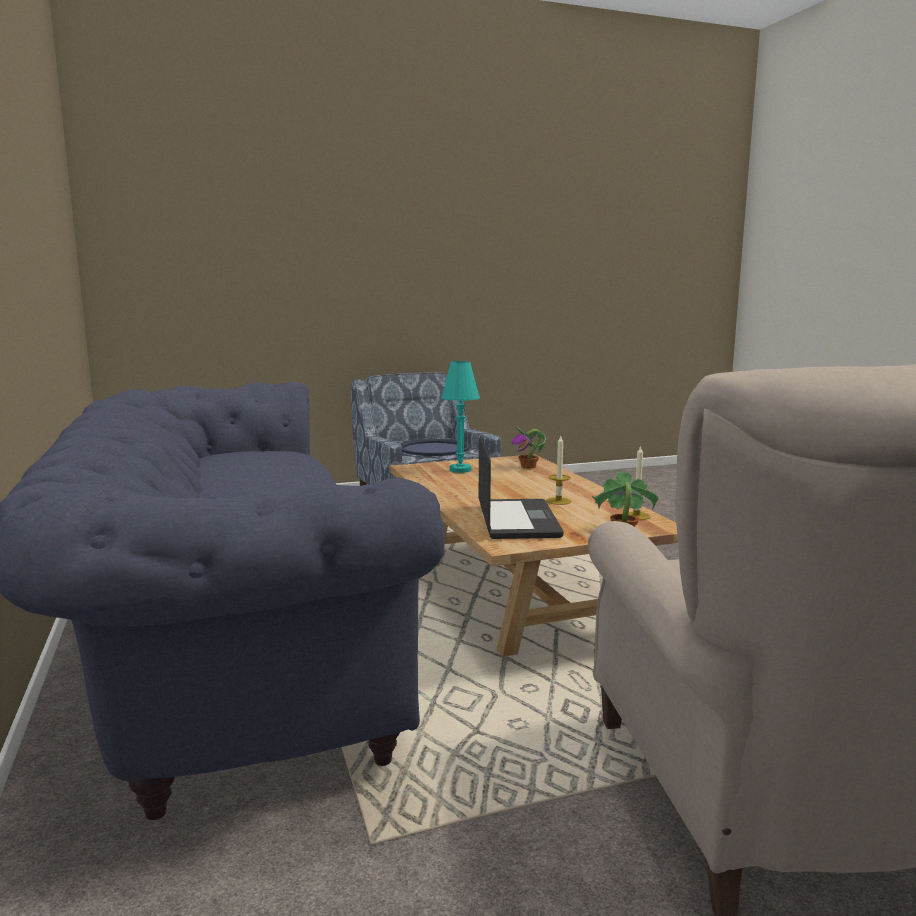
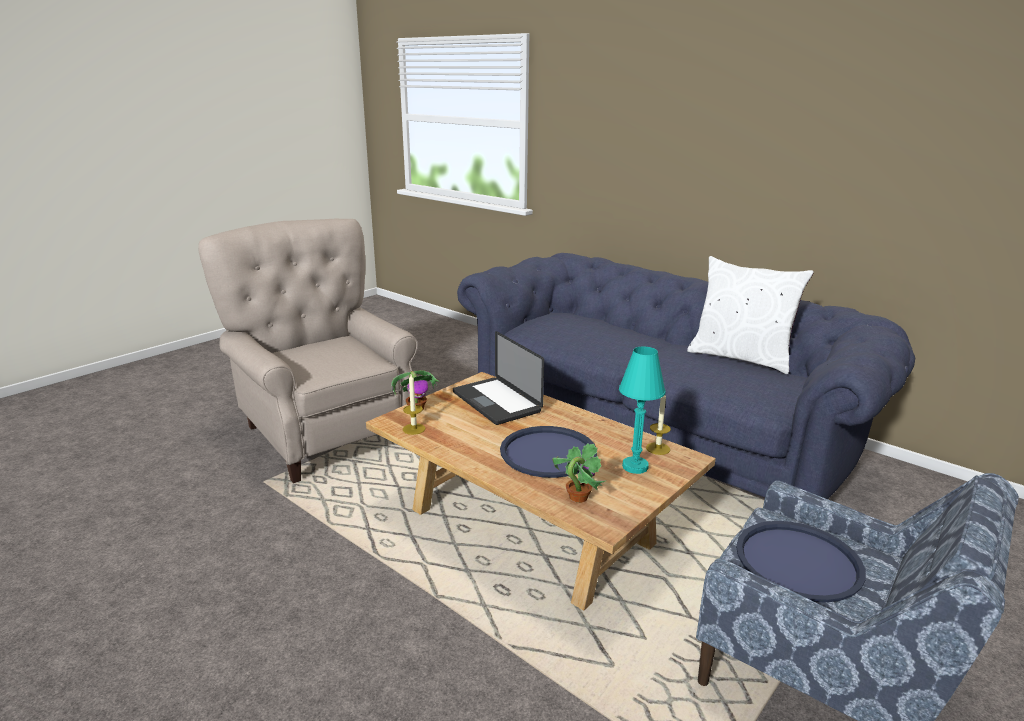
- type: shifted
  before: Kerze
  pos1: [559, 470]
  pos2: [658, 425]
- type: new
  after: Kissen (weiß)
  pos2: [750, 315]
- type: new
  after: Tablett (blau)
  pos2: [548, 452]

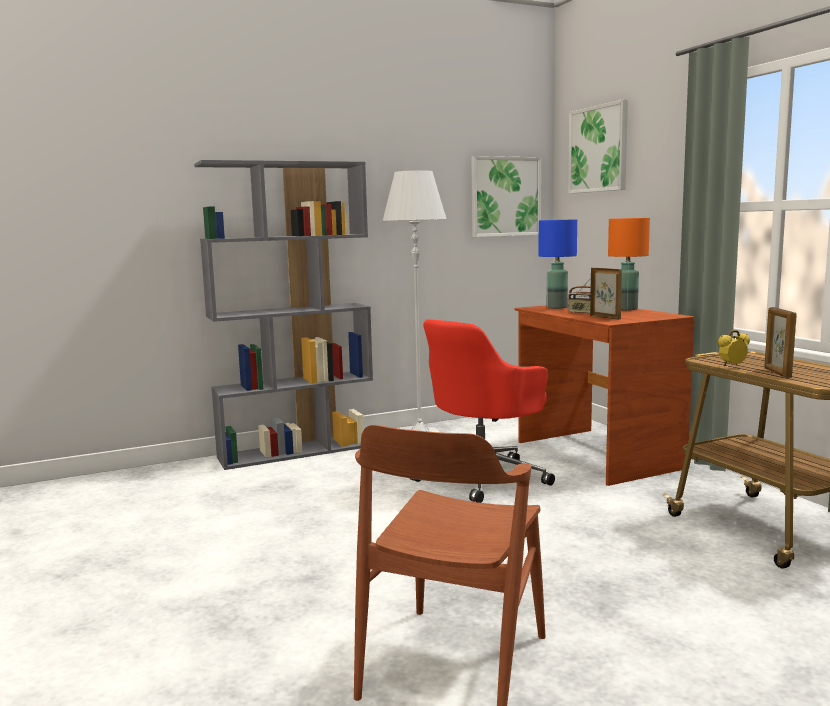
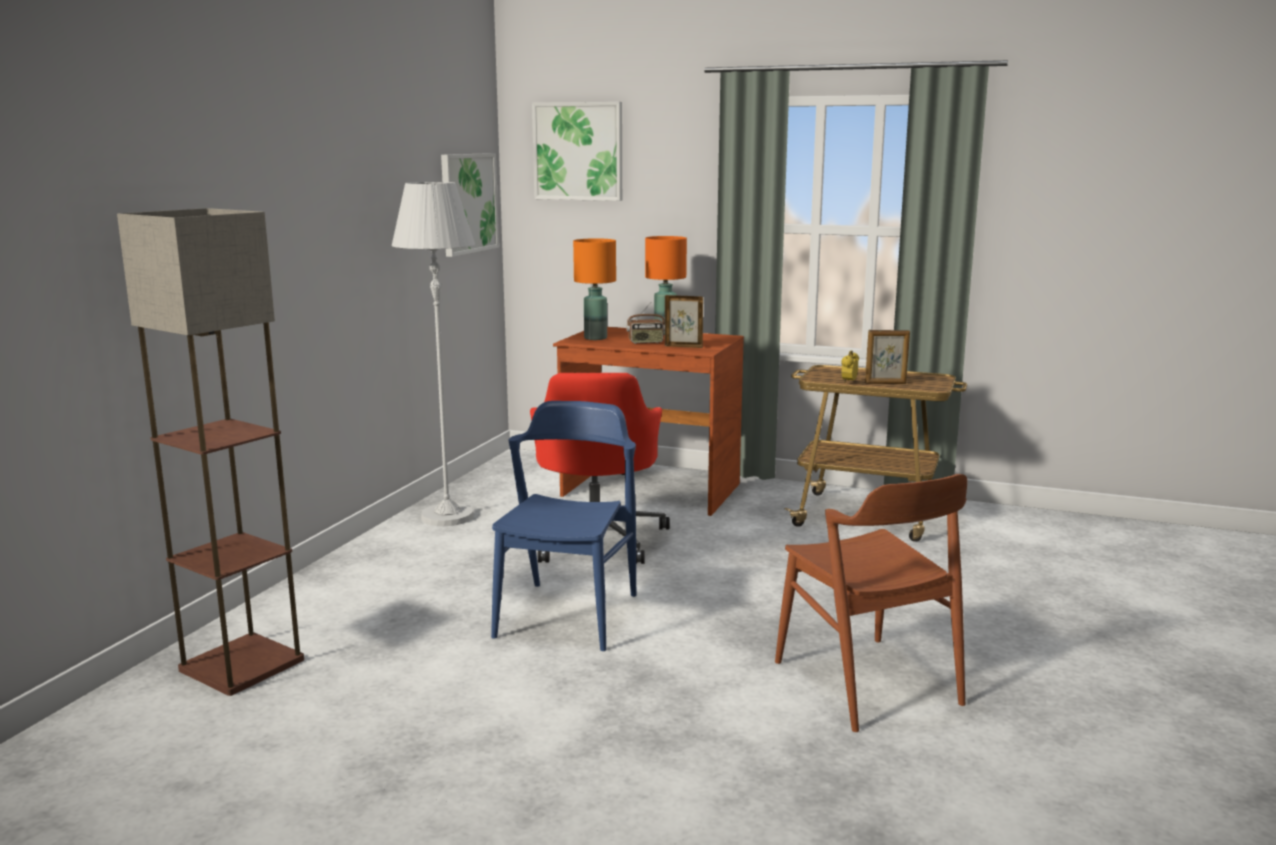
- type: gone
  before: Bücherregal (grau)
  pos1: [283, 315]
- type: repainted
  before: Tischlampe (blau)
  after: Tischlampe (orange)
  pos1: [557, 264]
  pos2: [594, 289]
- type: rotated
  before: Bilderrahmen
  pos1: [780, 342]
  pos2: [887, 357]
  turn: -45
- type: new
  after: Stehlampe
  pos2: [210, 452]
- type: new
  after: Stuhl (blau)
  pos2: [563, 526]

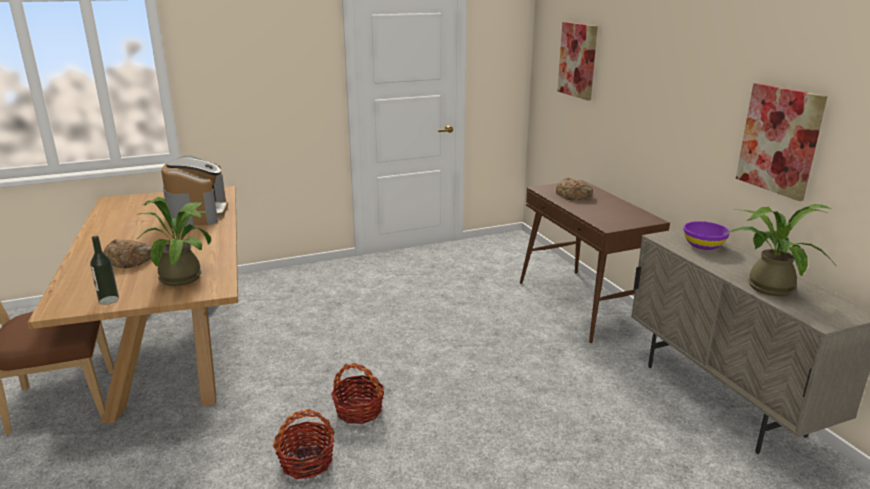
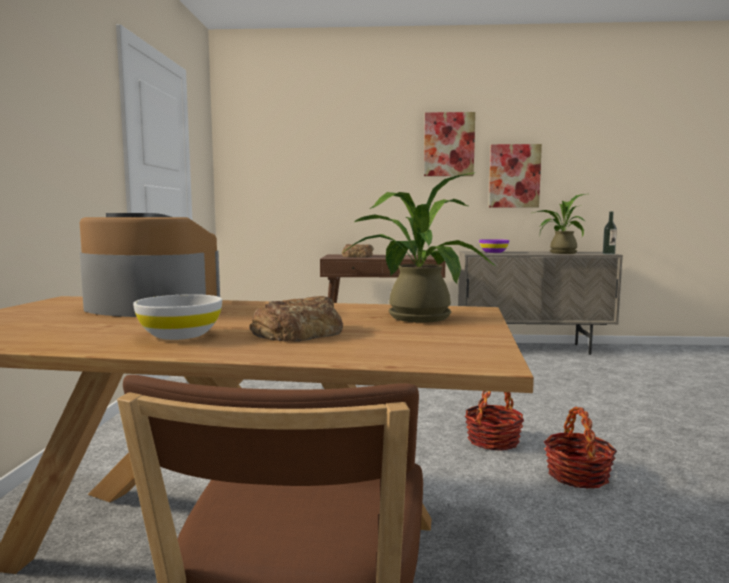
- type: shifted
  before: Bild
  pos1: [577, 61]
  pos2: [449, 144]
- type: shifted
  before: Flasche
  pos1: [104, 270]
  pos2: [610, 233]
- type: new
  after: Schüssel (weiß)
  pos2: [177, 317]

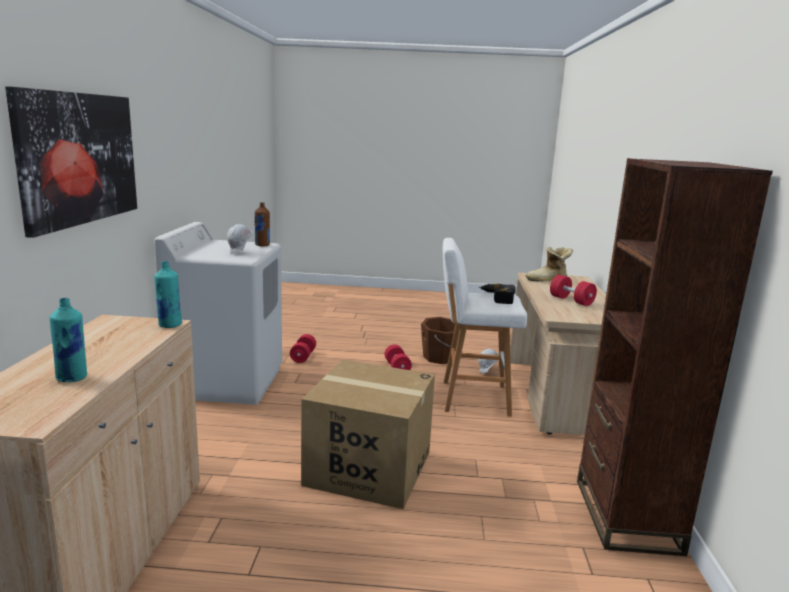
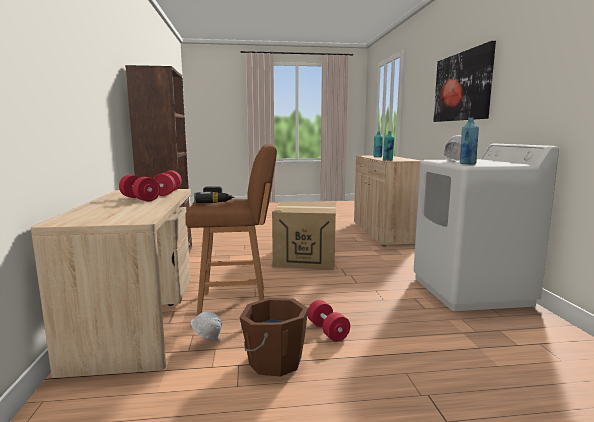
- type: repainted
  before: Flasche (braun)
  after: Flasche (blau)
  pos1: [262, 224]
  pos2: [469, 140]
- type: repainted
  before: Hocker (weiß)
  after: Hocker (braun)
  pos1: [485, 327]
  pos2: [231, 230]
- type: gone
  before: Stiefel
  pos1: [549, 264]
- type: shifted
  before: Hantel (rot)
  pos1: [303, 348]
  pos2: [167, 183]

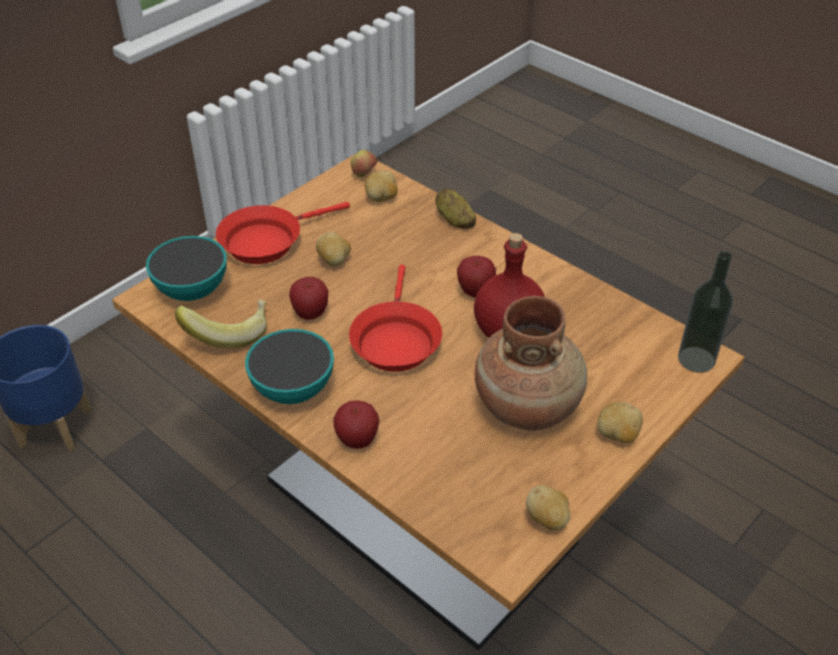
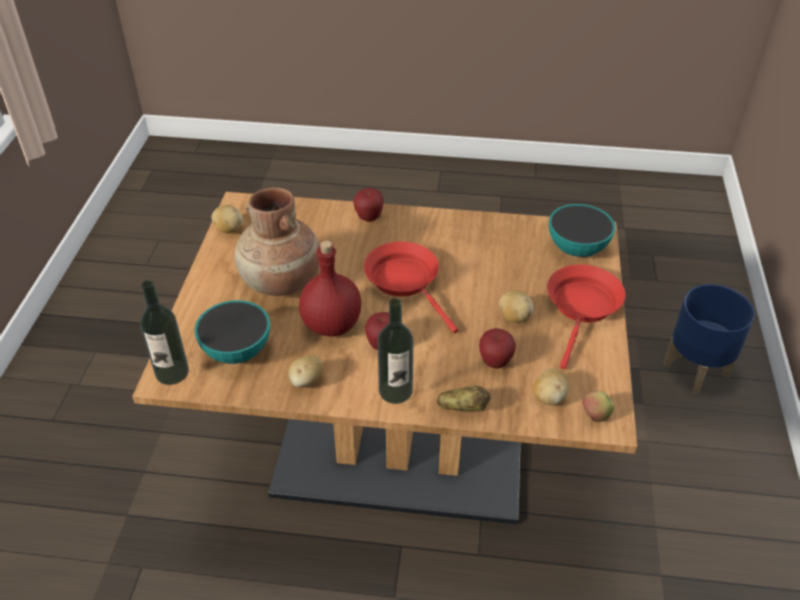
- type: shifted
  before: Apfel
  pos1: [308, 298]
  pos2: [497, 348]
- type: gone
  before: Banane
  pos1: [221, 324]
- type: shifted
  before: Schüssel
  pos1: [289, 366]
  pos2: [232, 332]
- type: shifted
  before: Kartoffel
  pos1: [620, 422]
  pos2: [305, 371]
- type: new
  after: Flasche
  pos2: [395, 351]

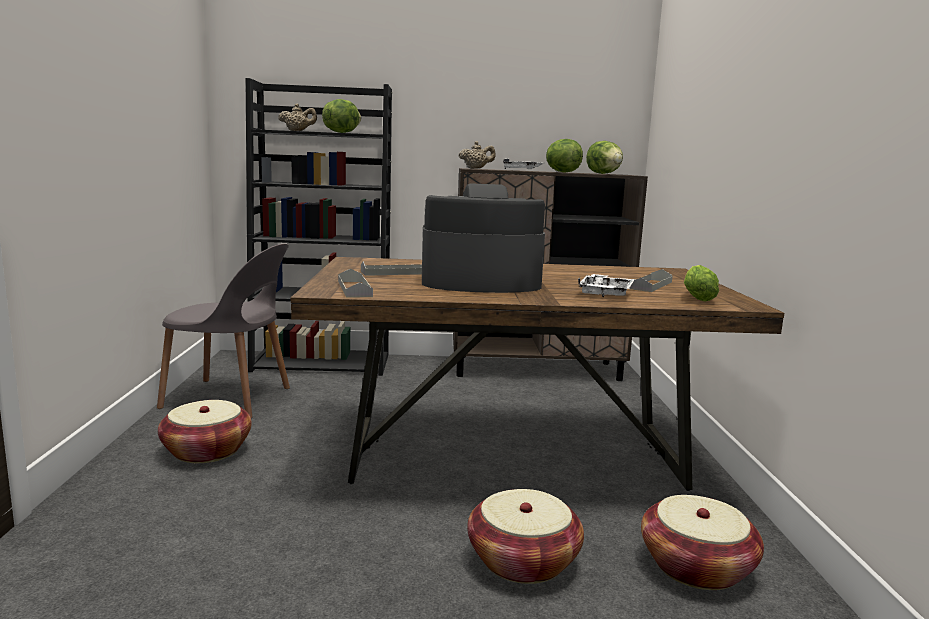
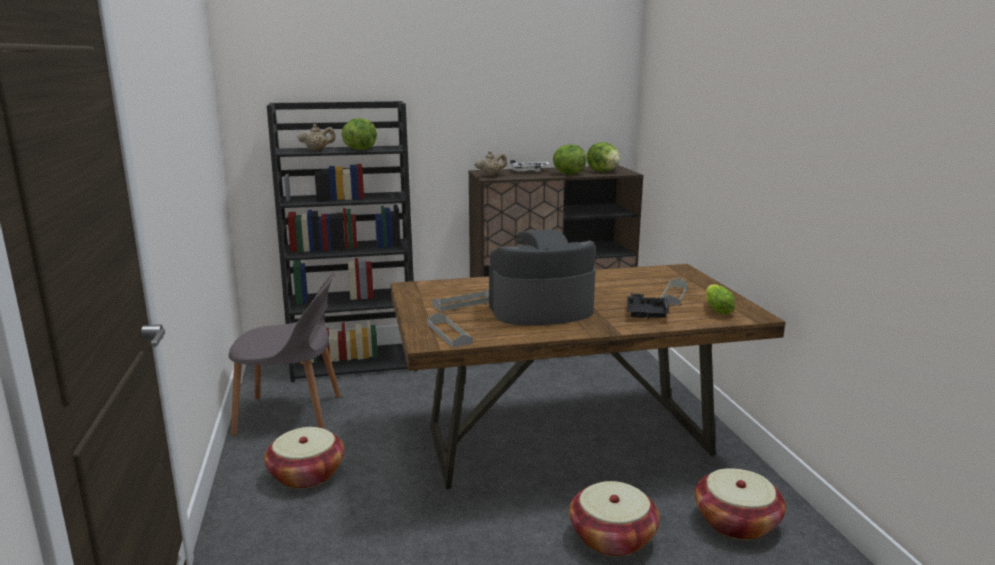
- type: repainted
  before: Tablett (weiß)
  after: Tablett (schwarz)
  pos1: [606, 285]
  pos2: [648, 306]

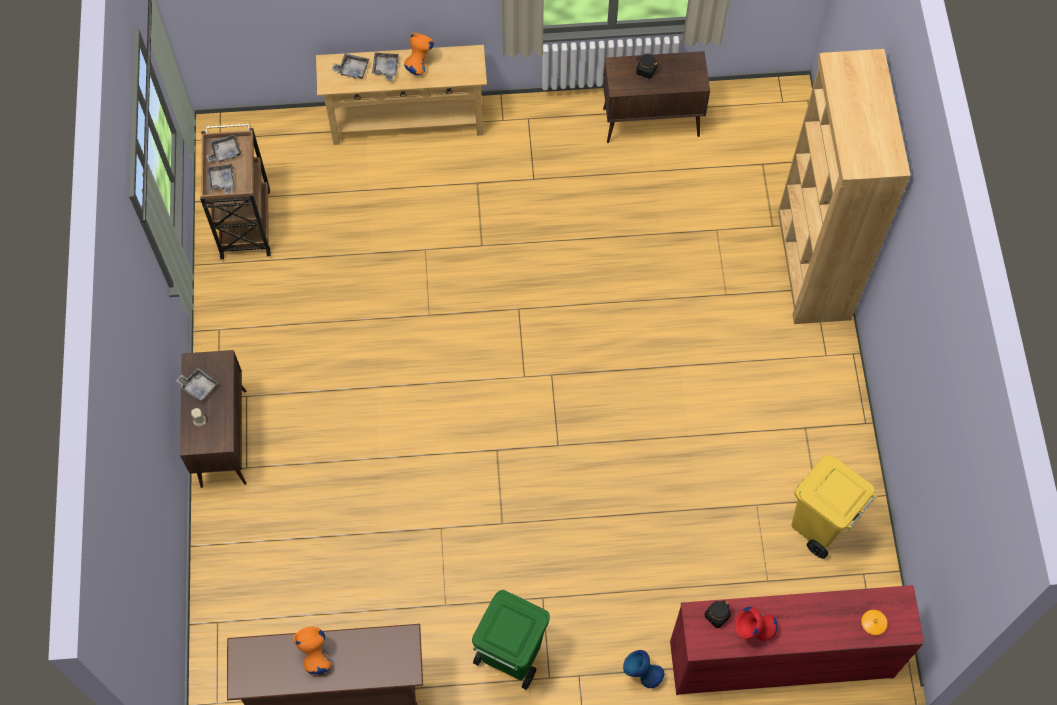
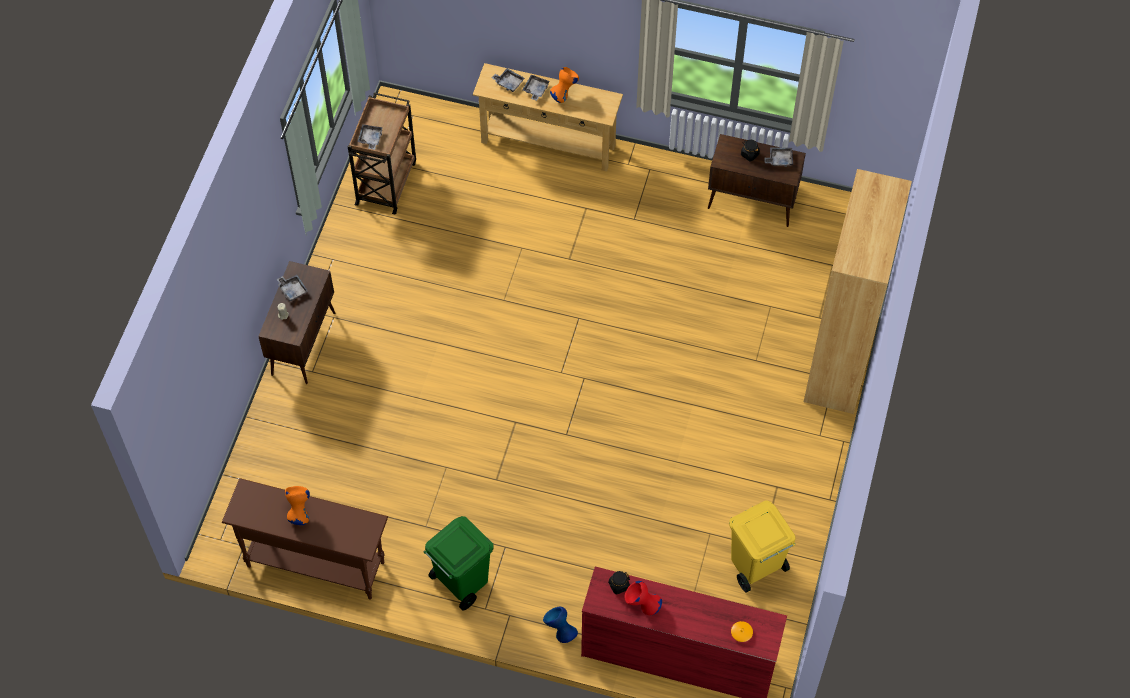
- type: shifted
  before: Tablett (grau)
  pos1: [223, 148]
  pos2: [778, 157]

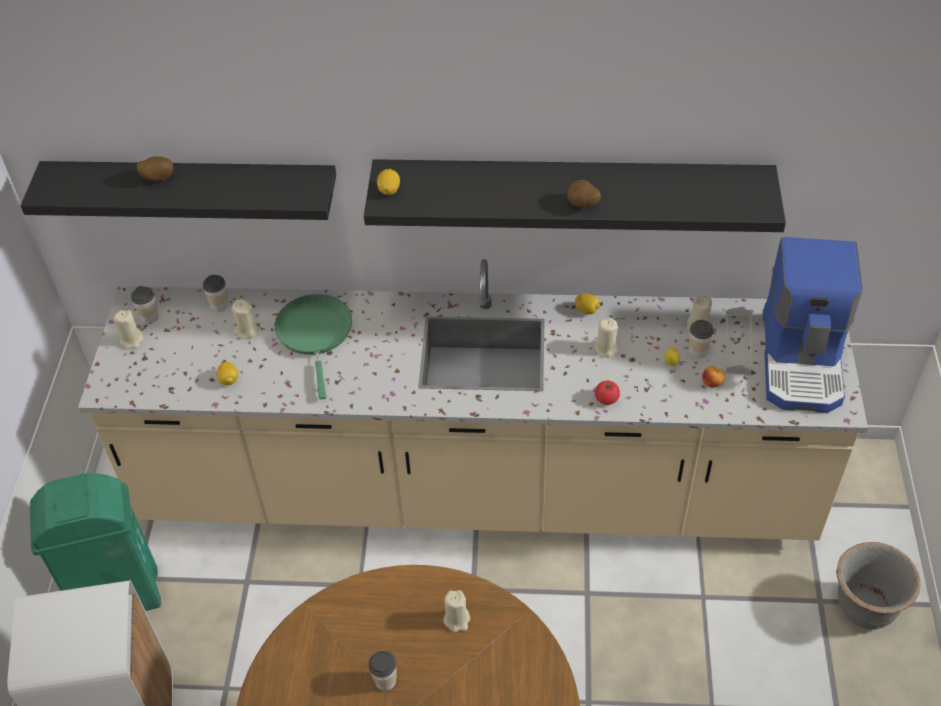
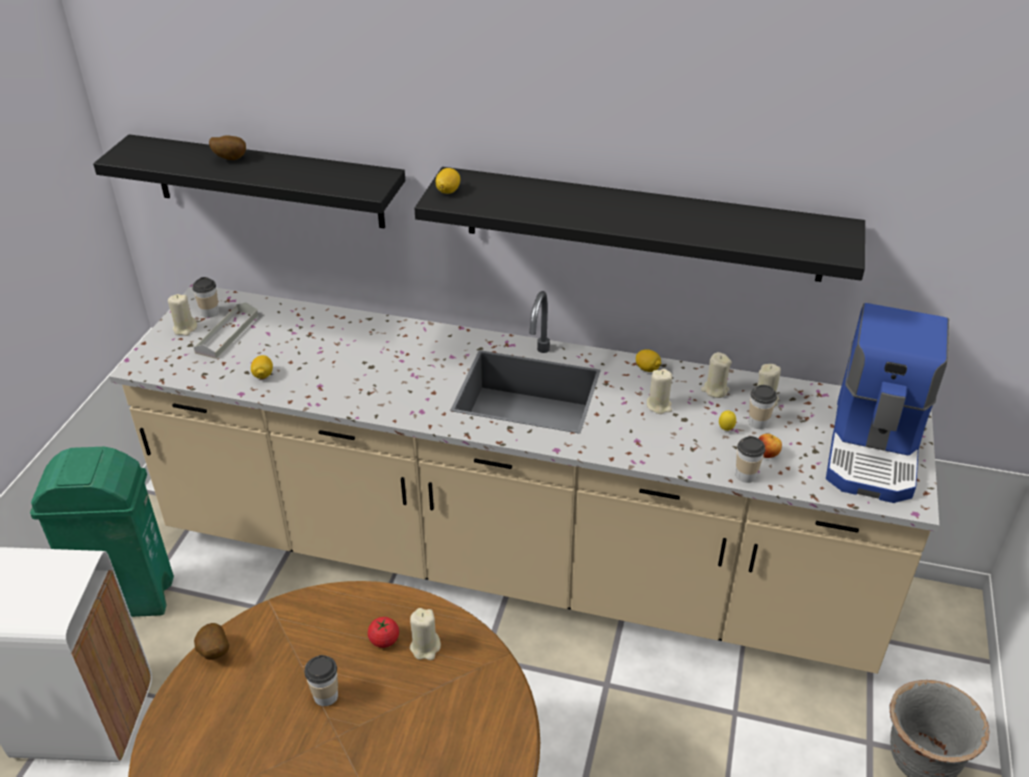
- type: shifted
  before: Kartoffel
  pos1: [584, 194]
  pos2: [211, 641]
- type: shifted
  before: Tasse
  pos1: [215, 293]
  pos2: [750, 459]
- type: gone
  before: Pfanne (grün)
  pos1: [313, 346]
- type: shifted
  before: Kerze (beige)
  pos1: [245, 319]
  pos2: [716, 375]
- type: shifted
  before: Tablett (grau)
  pos1: [738, 341]
  pos2: [226, 330]
- type: shifted
  before: Tomate
  pos1: [607, 393]
  pos2: [383, 632]

